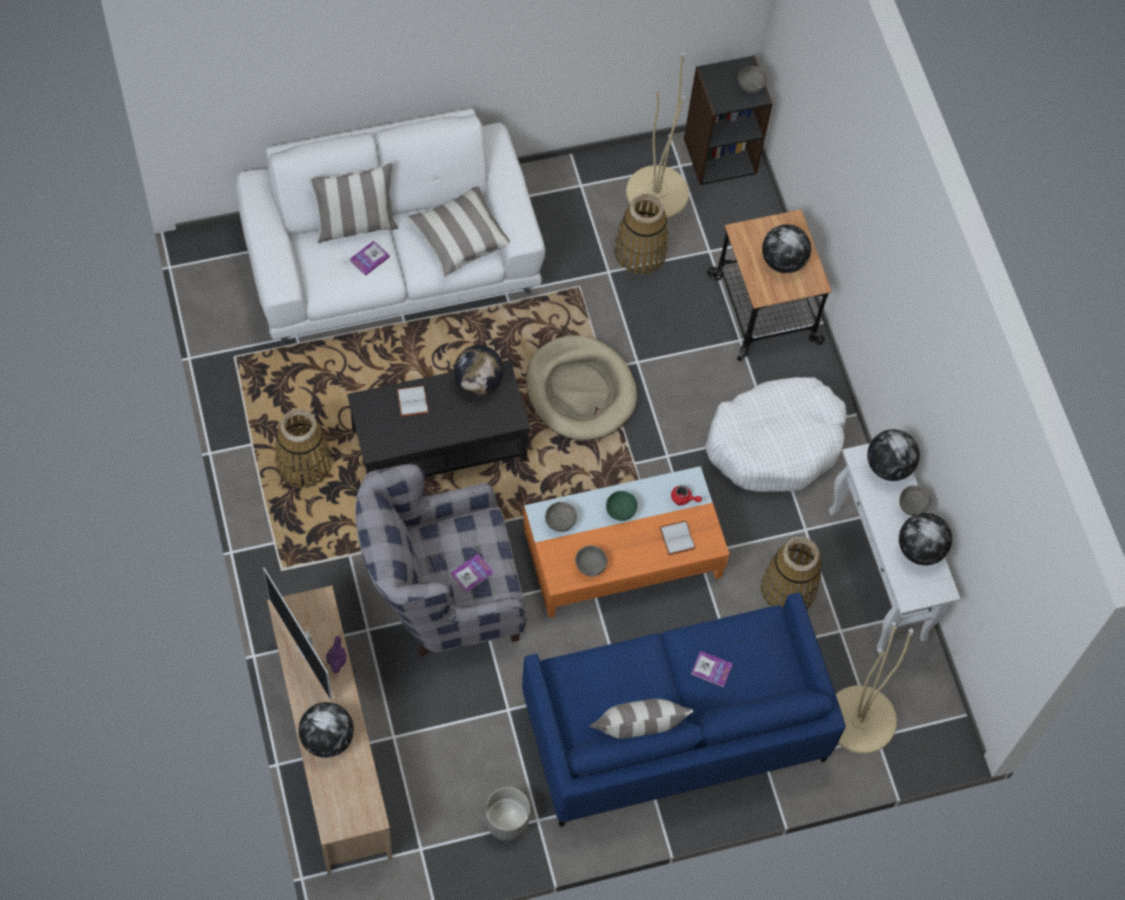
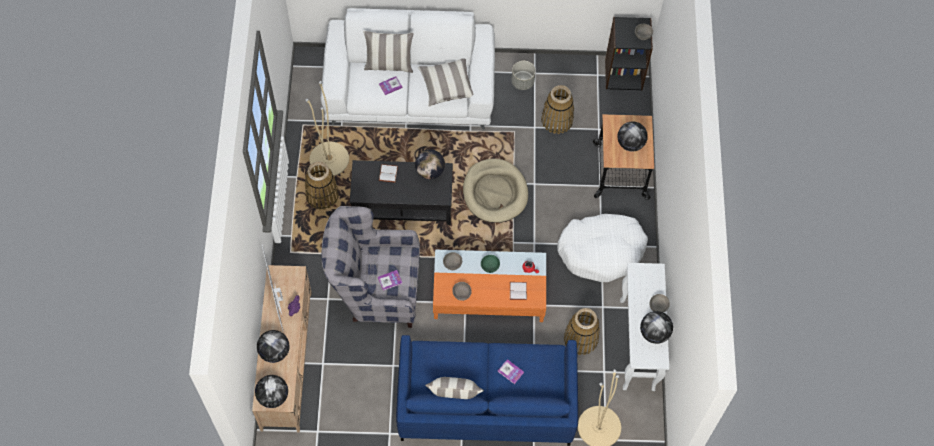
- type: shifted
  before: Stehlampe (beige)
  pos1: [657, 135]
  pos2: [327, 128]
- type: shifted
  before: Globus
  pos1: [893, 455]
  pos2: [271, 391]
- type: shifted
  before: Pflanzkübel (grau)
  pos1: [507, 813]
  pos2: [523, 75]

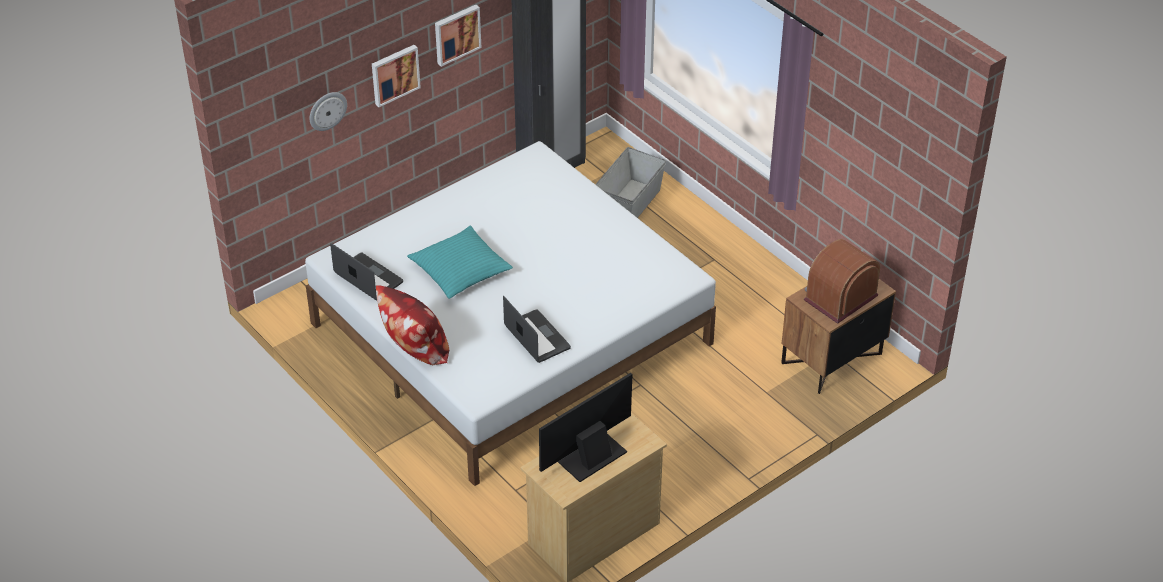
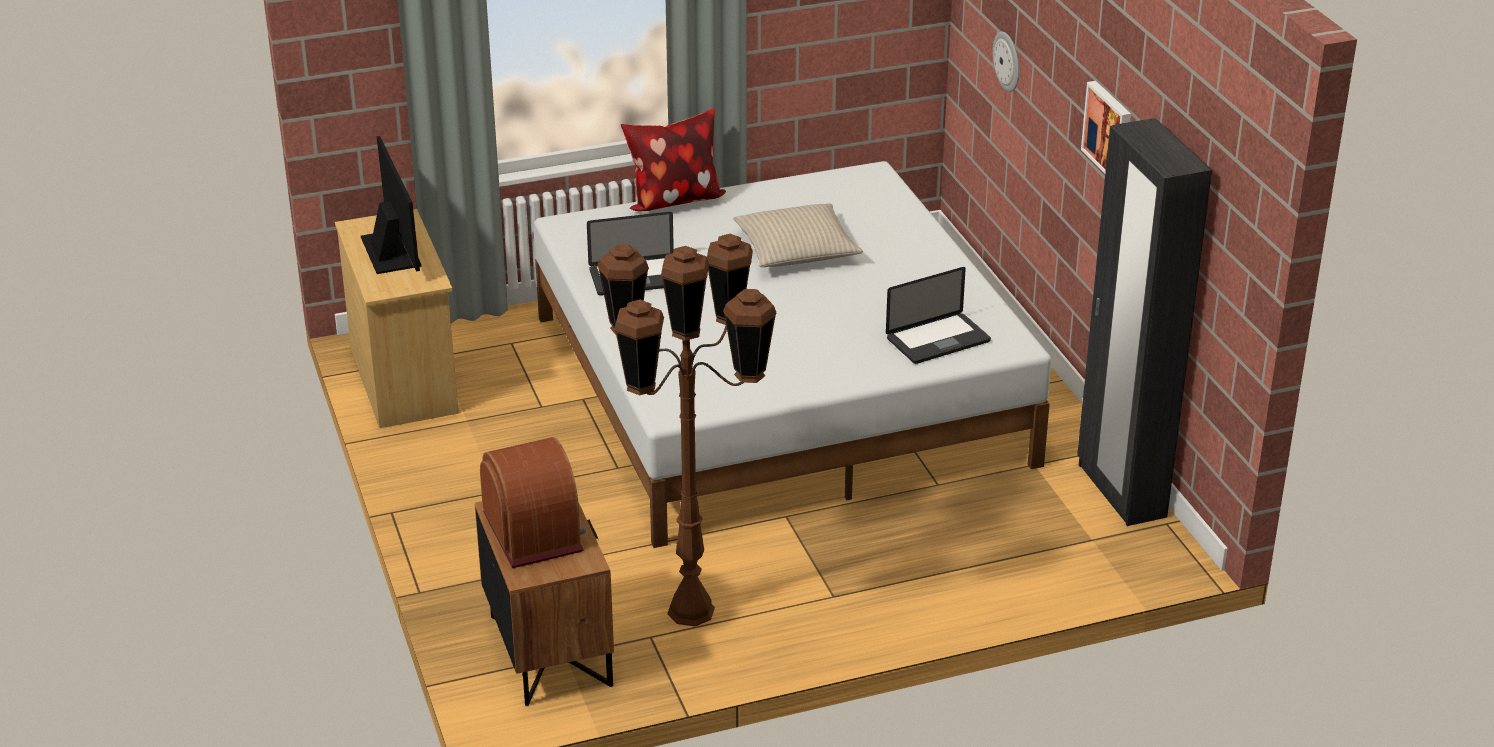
- type: gone
  before: Bild
  pos1: [396, 76]
- type: gone
  before: Aufbewahrungsbox (grau)
  pos1: [630, 182]
- type: repainted
  before: Kissen (türkis)
  after: Kissen (beige)
  pos1: [460, 262]
  pos2: [798, 235]
- type: shifted
  before: Laptop
  pos1: [366, 271]
  pos2: [938, 315]
- type: new
  after: Stehlampe (braun)
  pos2: [687, 430]

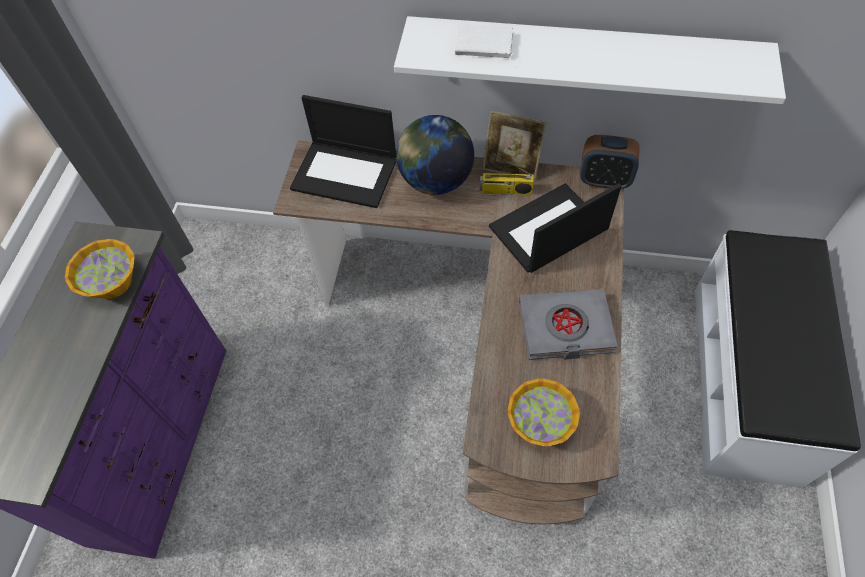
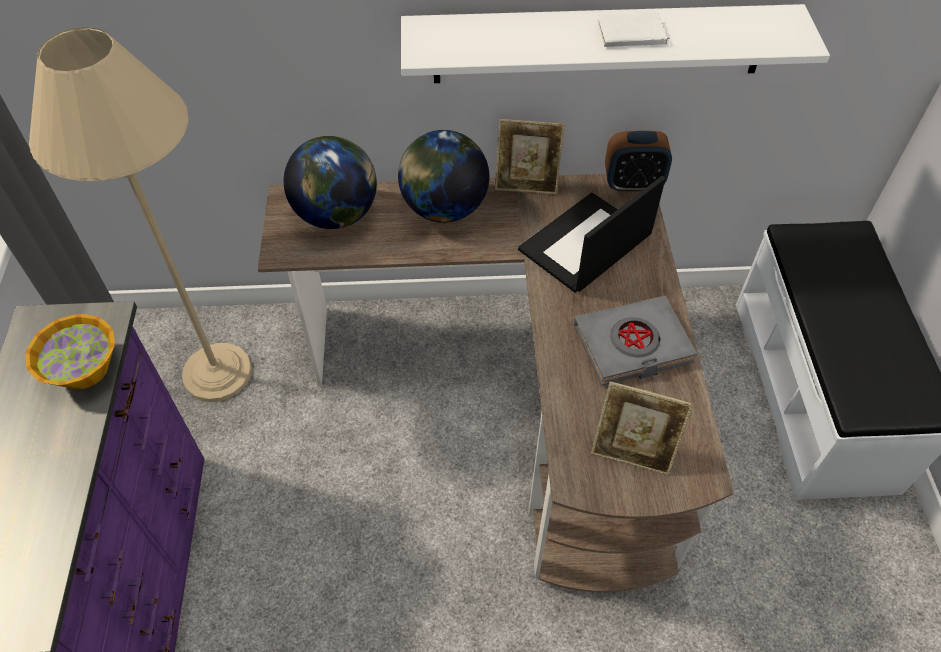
- type: shifted
  before: Buch (weiß)
  pos1: [484, 44]
  pos2: [634, 30]
- type: swapped
  before: Laptop
  after: Globus
  pos1: [343, 151]
  pos2: [330, 182]
- type: gone
  before: Radio
  pos1: [507, 174]
- type: swapped
  before: Schüssel
  after: Bilderrahmen
  pos1: [544, 412]
  pos2: [642, 428]
- type: new
  after: Stehlampe (beige)
  pos2: [140, 214]

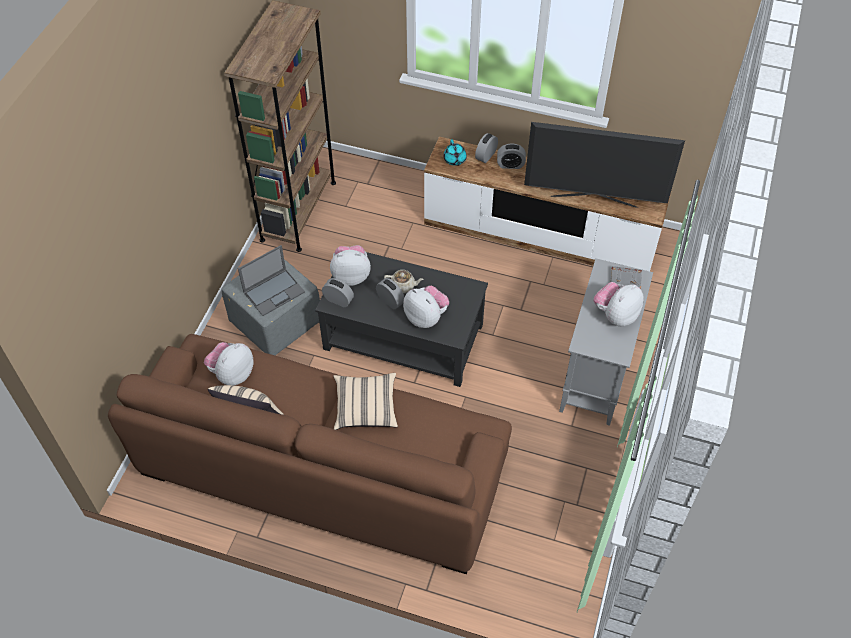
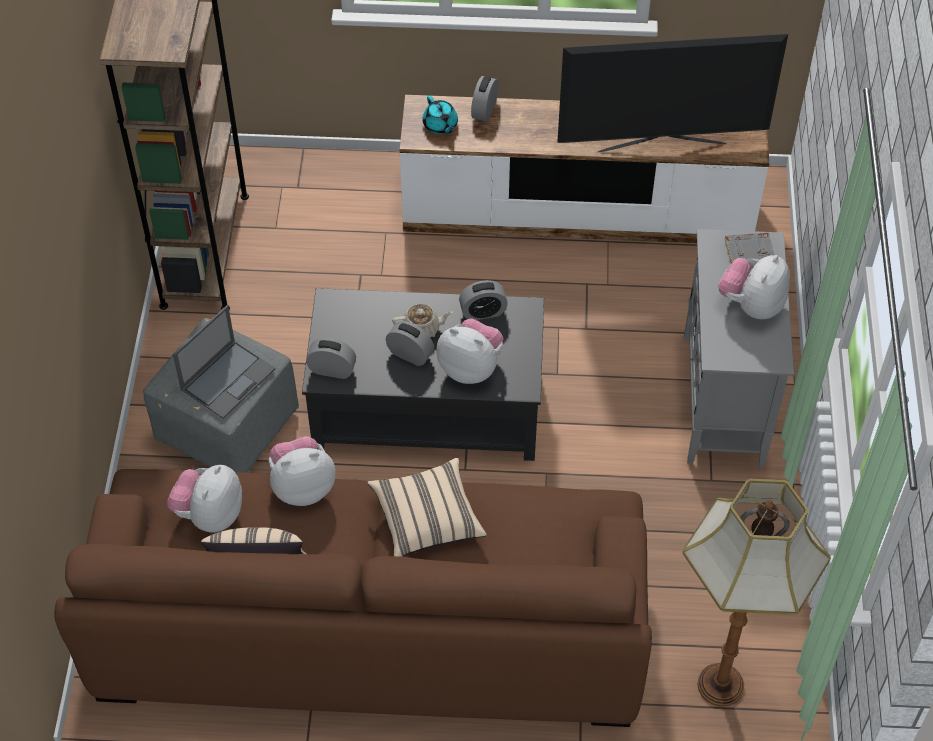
- type: shifted
  before: Wecker
  pos1: [511, 156]
  pos2: [483, 300]
- type: shifted
  before: Plüschtier
  pos1: [350, 265]
  pos2: [302, 471]
- type: new
  after: Stehlampe
  pos2: [757, 593]

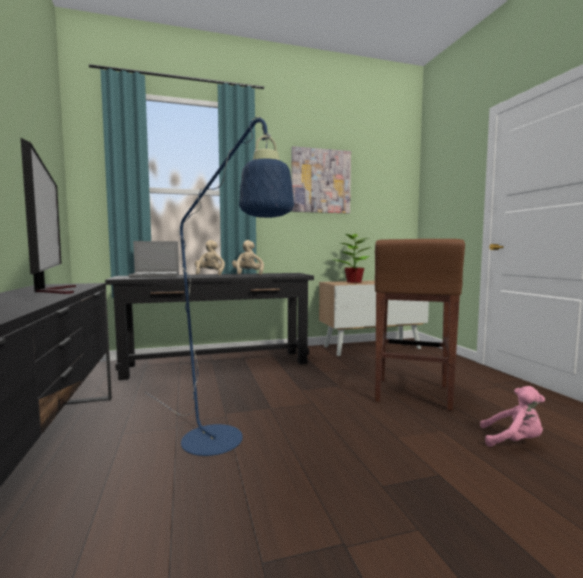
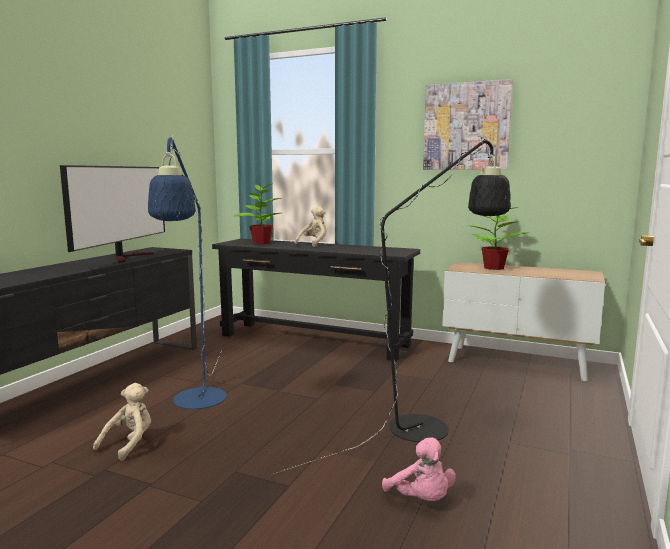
- type: swapped
  before: Hocker (braun)
  after: Stehlampe (schwarz)
  pos1: [420, 325]
  pos2: [390, 306]
- type: shifted
  before: Plüschtier (beige)
  pos1: [248, 257]
  pos2: [122, 422]
- type: swapped
  before: Laptop
  after: Topfpflanze
  pos1: [153, 259]
  pos2: [257, 212]

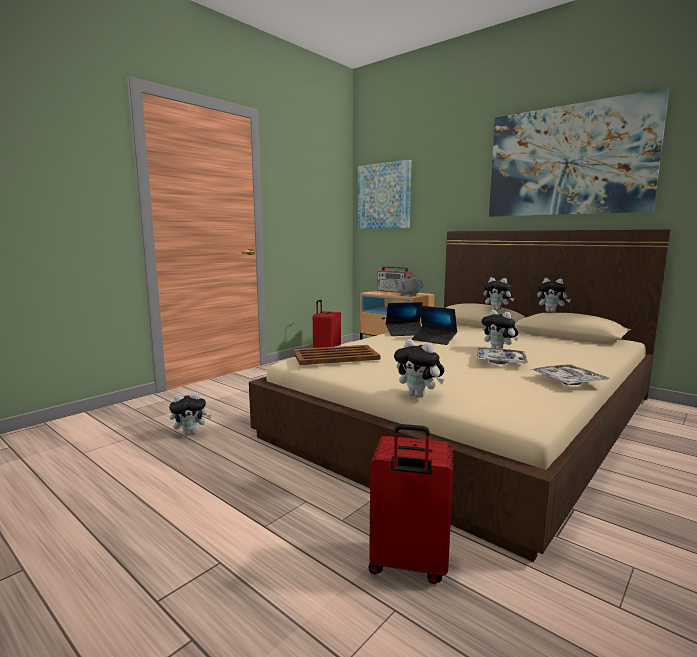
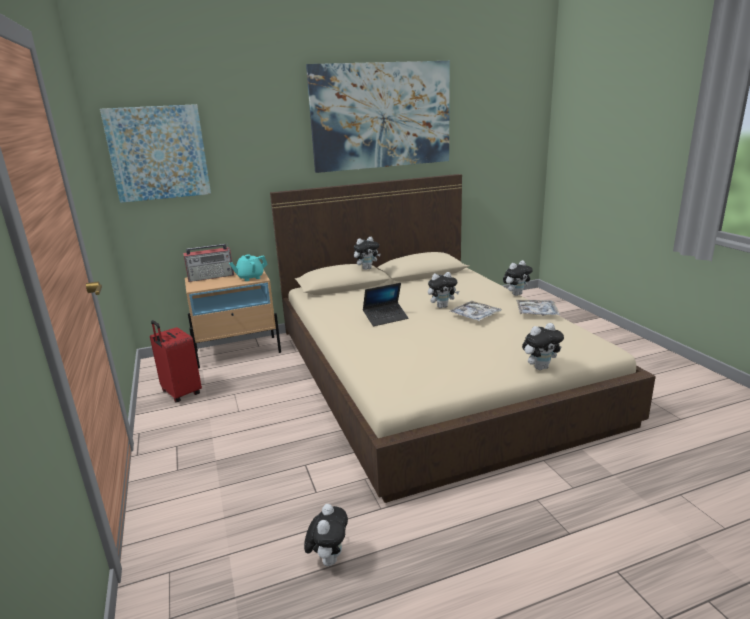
- type: repainted
  before: Teekanne (grau)
  after: Teekanne (türkis)
  pos1: [408, 286]
  pos2: [248, 267]
- type: shifted
  before: Plüschtier
  pos1: [554, 295]
  pos2: [518, 278]
- type: gone
  before: Laptop
  pos1: [404, 319]
- type: gone
  before: Tablett (braun)
  pos1: [336, 355]
- type: gone
  before: Koffer (rot)
  pos1: [410, 504]

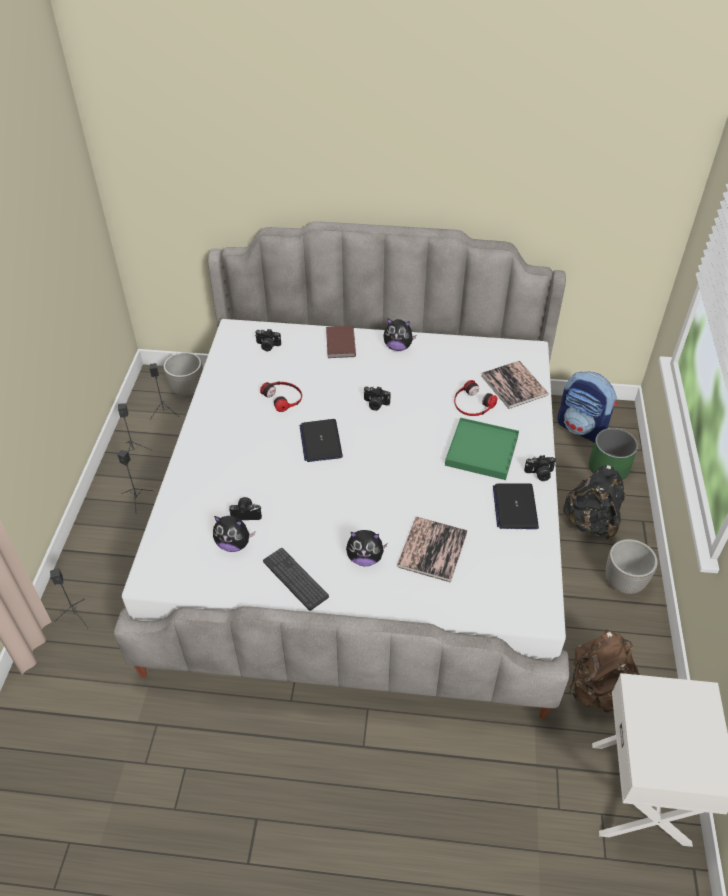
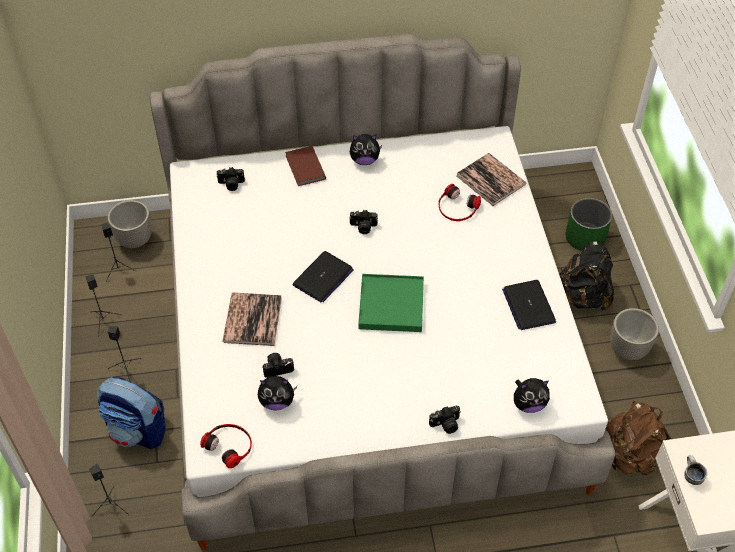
- type: shifted
  before: Rucksack
  pos1: [587, 407]
  pos2: [131, 413]
- type: shifted
  before: Kopfhörer
  pos1: [281, 396]
  pos2: [226, 446]
- type: shifted
  before: Tablett (grün)
  pos1: [482, 449]
  pos2: [391, 303]
- type: rotated
  before: Laptop
  pos1: [321, 440]
  pos2: [323, 276]
  turn: -120
- type: shifted
  before: Kamera
  pos1: [540, 468]
  pos2: [445, 420]
- type: shifted
  before: Buch
  pos1: [432, 550]
  pos2: [252, 319]
- type: shifted
  before: Plüschtier
  pos1: [366, 548]
  pos2: [532, 395]
- type: gone
  before: Tastatur
  pos1: [296, 579]
- type: new
  after: Henkelbecher
  pos2: [696, 470]

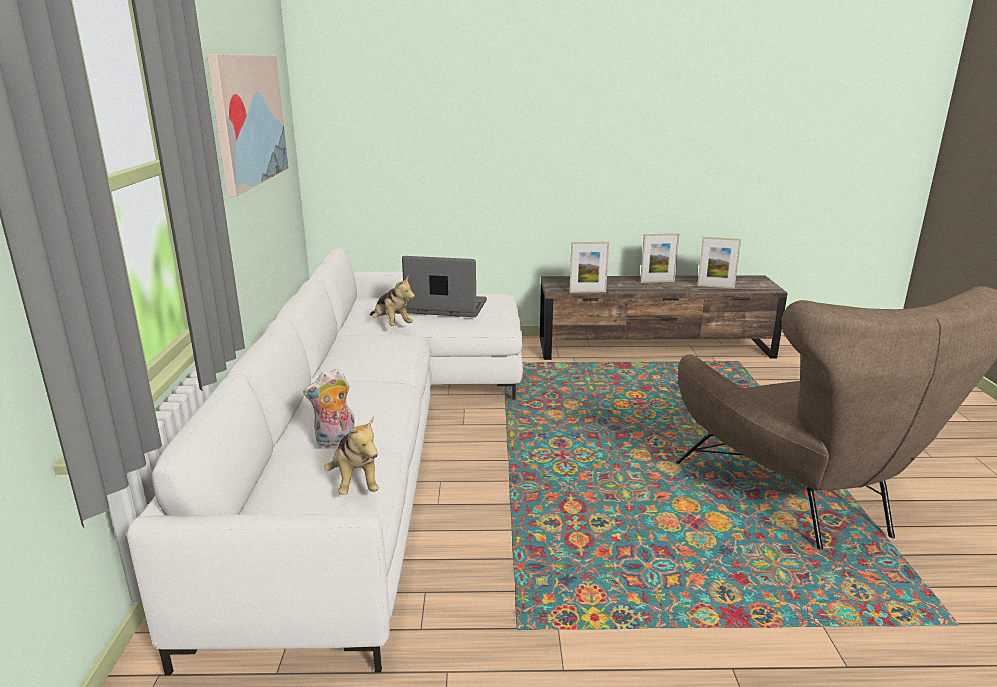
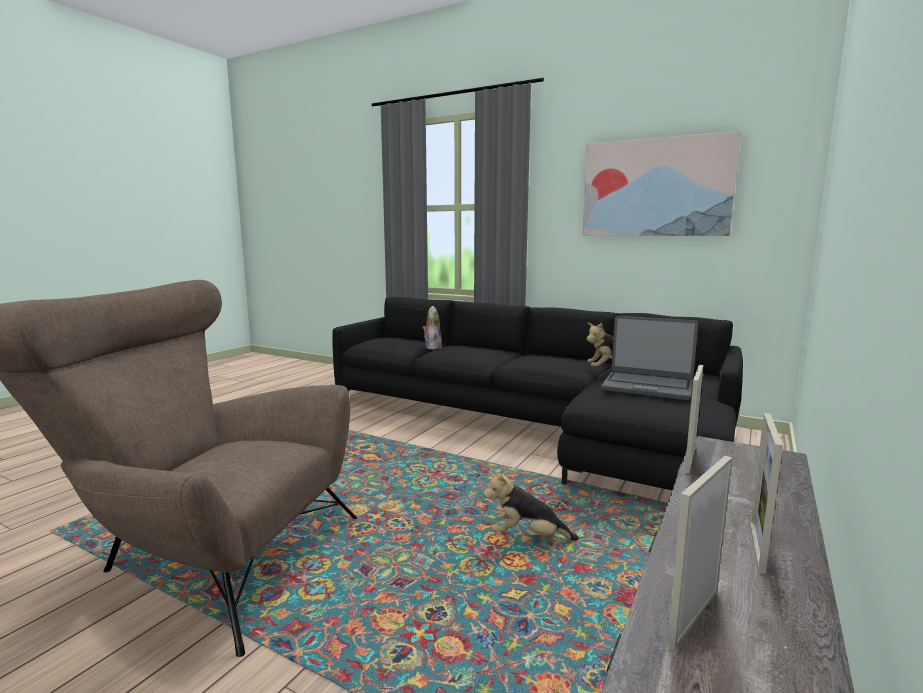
- type: repainted
  before: Sofa (weiß)
  after: Sofa (schwarz)
  pos1: [325, 462]
  pos2: [537, 393]
- type: rotated
  before: Laptop
  pos1: [444, 286]
  pos2: [649, 358]
  turn: 75
- type: shifted
  before: Plüschtier
  pos1: [351, 455]
  pos2: [531, 505]

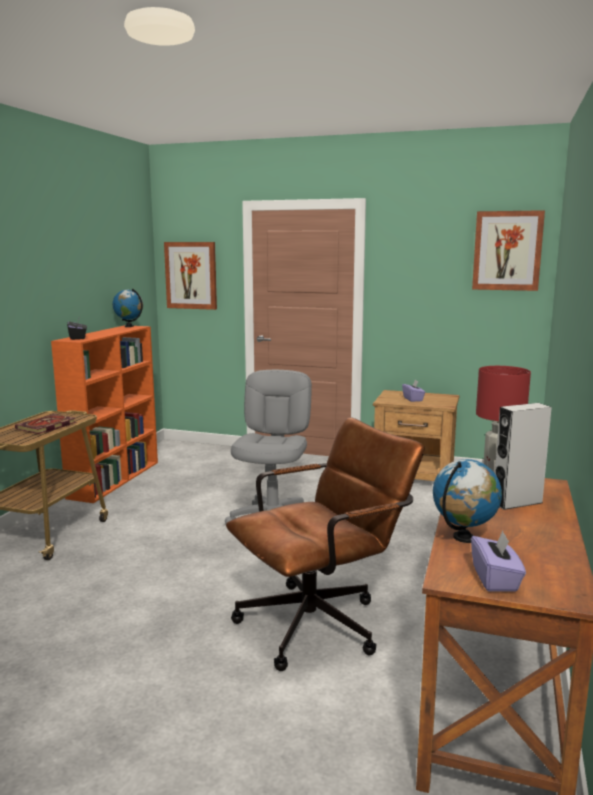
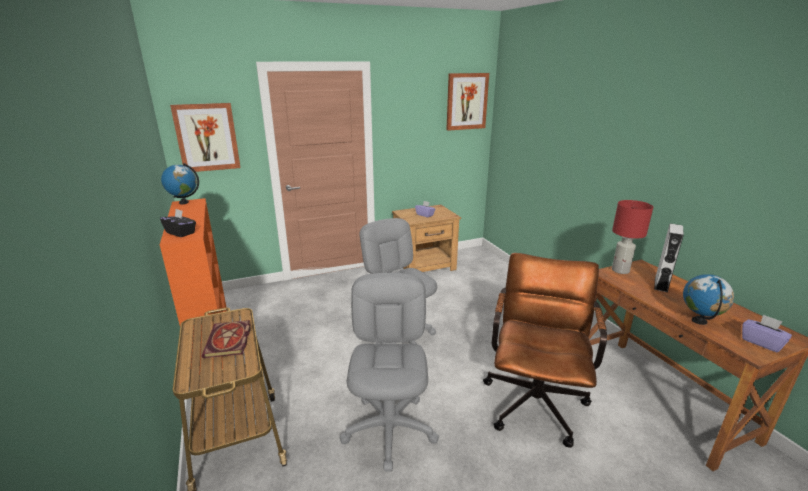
- type: new
  after: Bürostuhl (grau)
  pos2: [389, 372]

